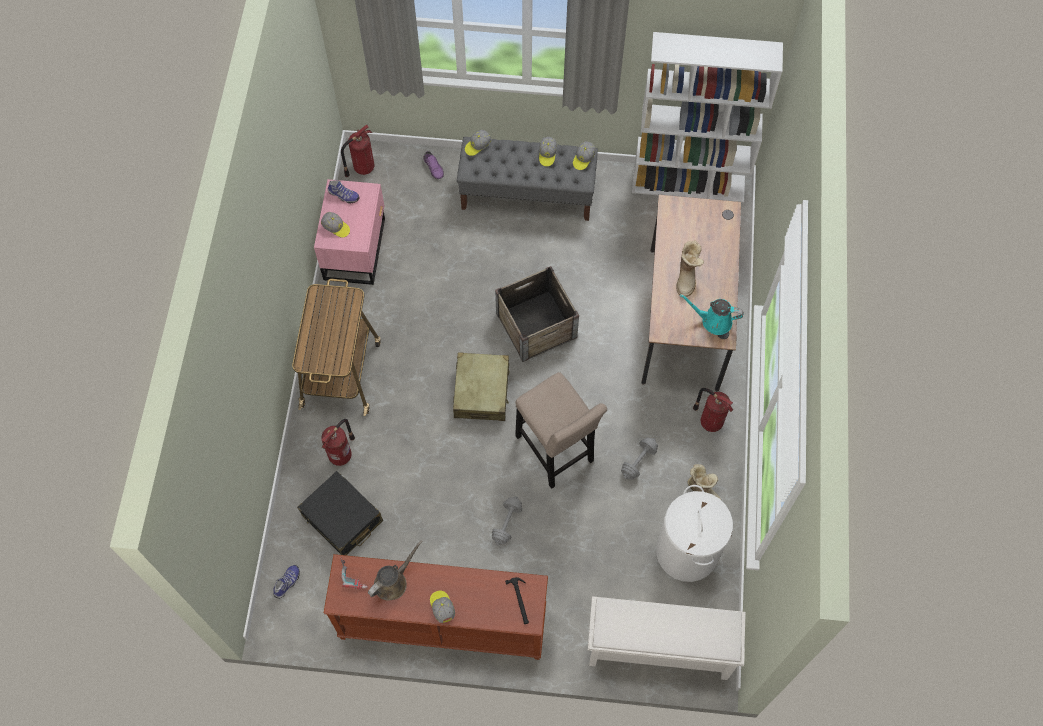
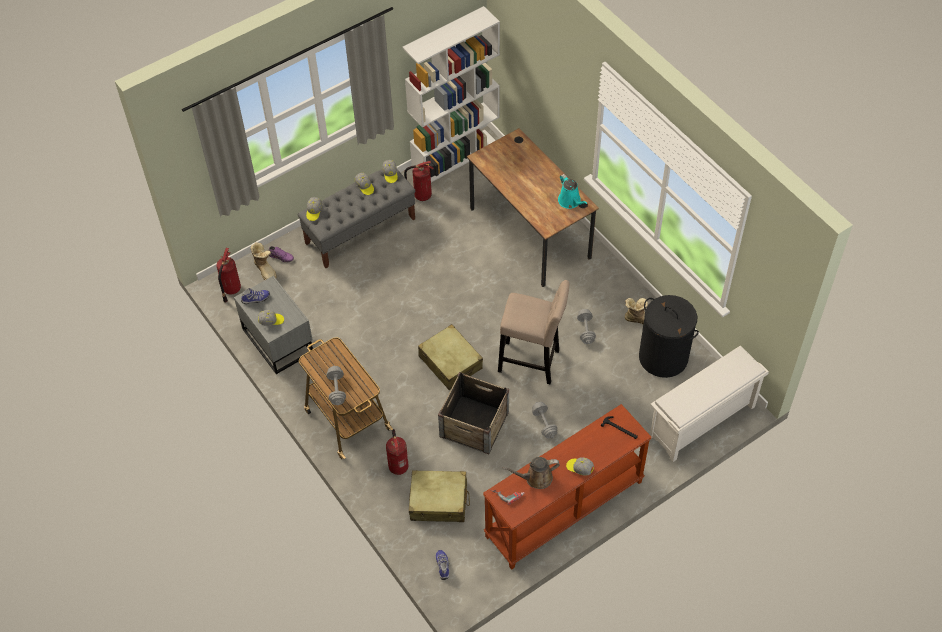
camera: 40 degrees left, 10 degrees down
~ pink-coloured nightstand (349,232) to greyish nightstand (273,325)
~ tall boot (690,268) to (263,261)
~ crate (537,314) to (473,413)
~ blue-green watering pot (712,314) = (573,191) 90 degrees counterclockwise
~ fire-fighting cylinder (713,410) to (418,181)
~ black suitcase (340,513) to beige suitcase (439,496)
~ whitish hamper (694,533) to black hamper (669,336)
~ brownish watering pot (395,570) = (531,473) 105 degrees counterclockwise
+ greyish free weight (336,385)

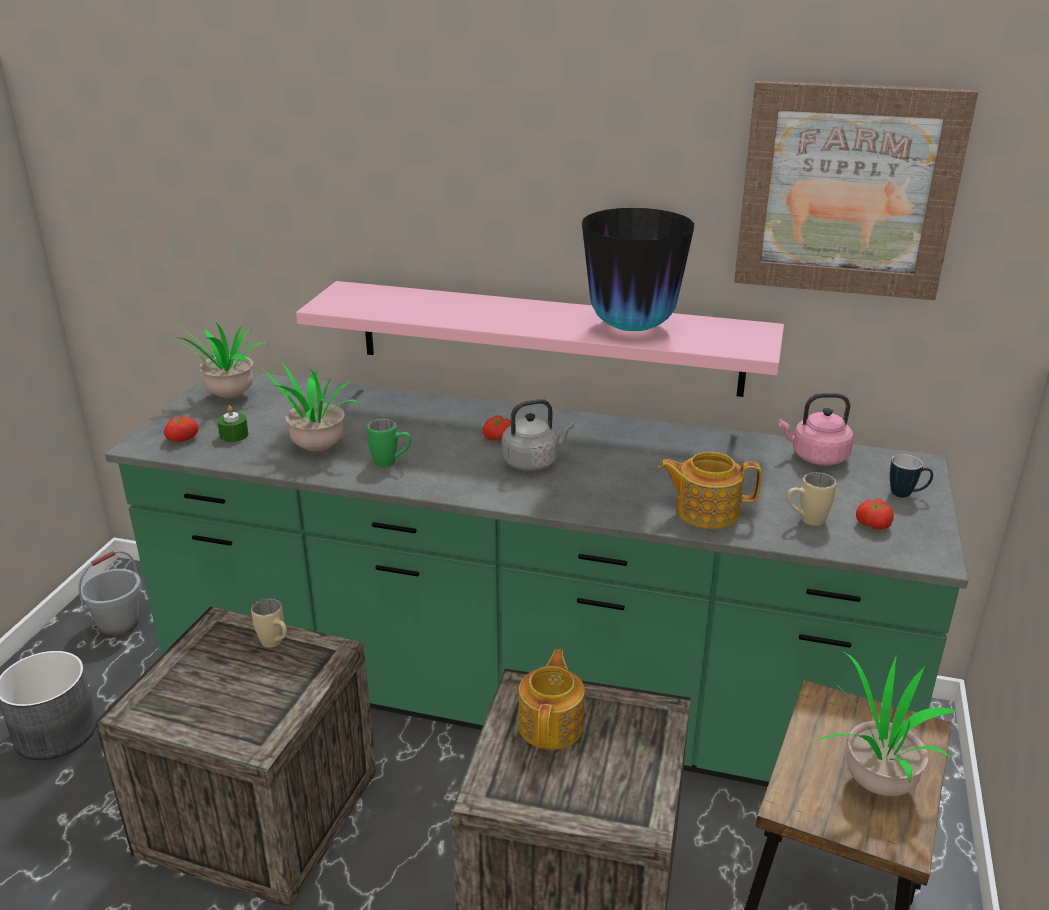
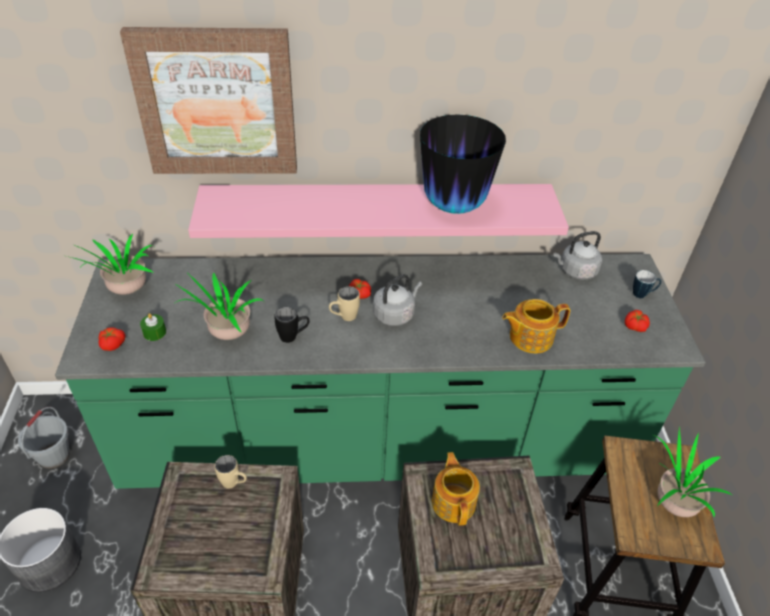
camera: 20 degrees left, 15 degrees up
~ wall art (856,190) to (208,100)
~ pink-coloured water kettle (816,429) to greyish water kettle (578,255)
~ greenish coffee mug (389,443) to black coffee mug (292,325)
~ beige coffee mug (811,499) to (344,303)

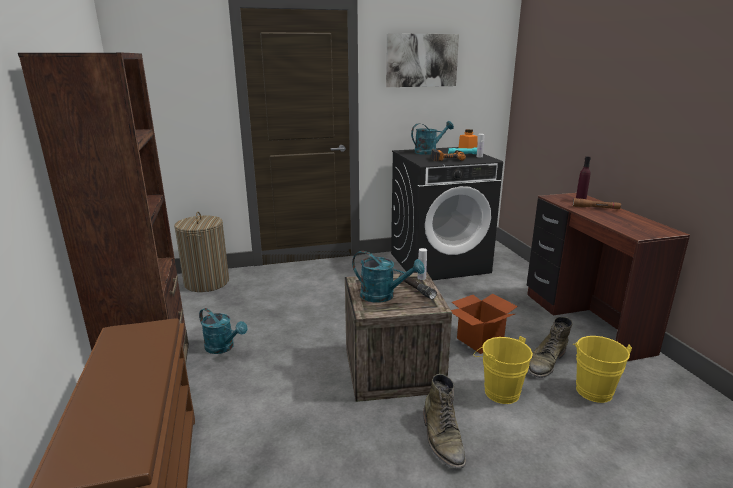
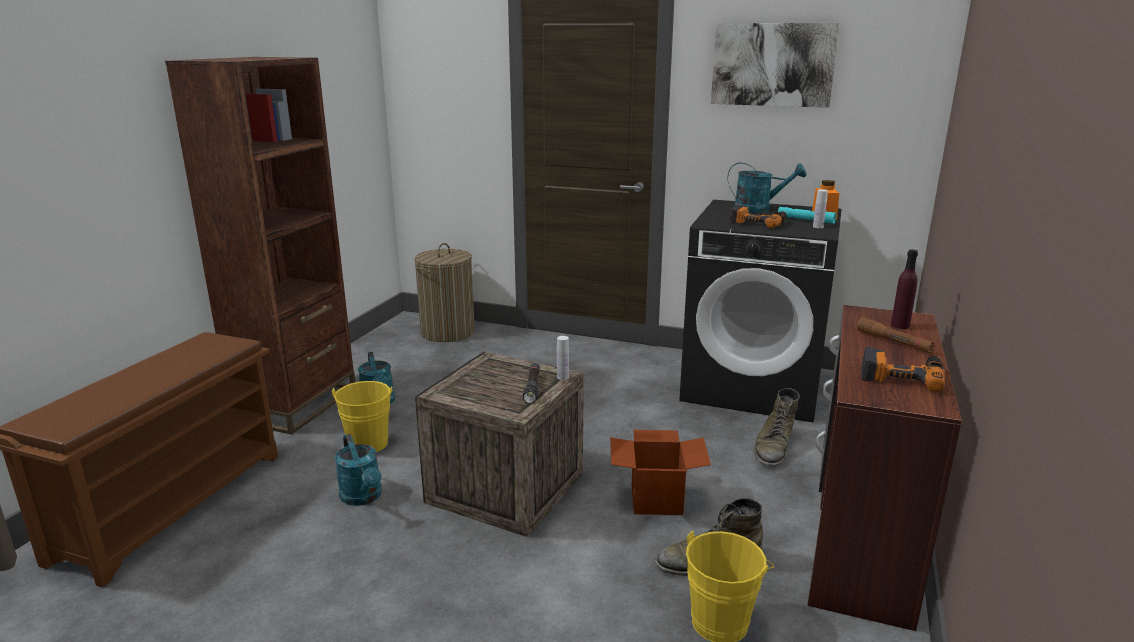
camera: 35 degrees right, 0 degrees up
~ blue-green watering pot (388,277) to (358,470)
~ yellow-coloured water bucket (503,370) to (362,416)
~ greenish tall boot (444,421) to (776,427)
+ electric drill (903,369)

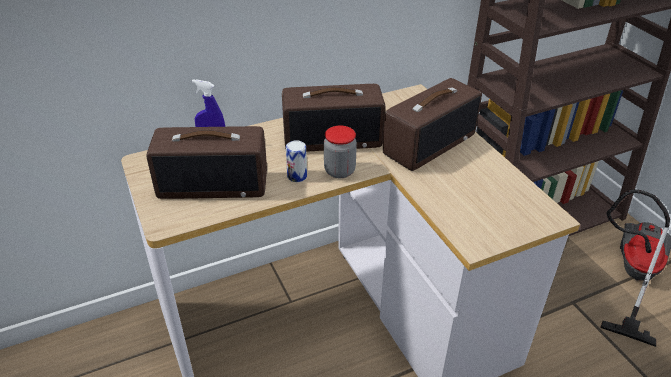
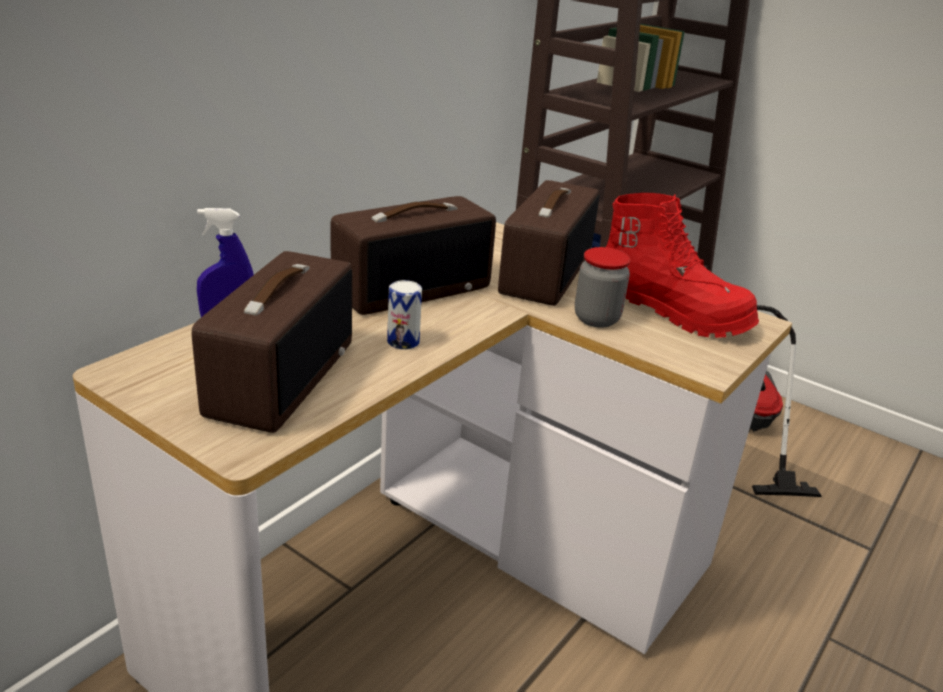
camera: 30 degrees left, 10 degrees down
~ radio receiver (207,162) = (272,342) 45 degrees counterclockwise
~ jar (340,152) to (603,287)
+ red-coloured tall boot (682,265)

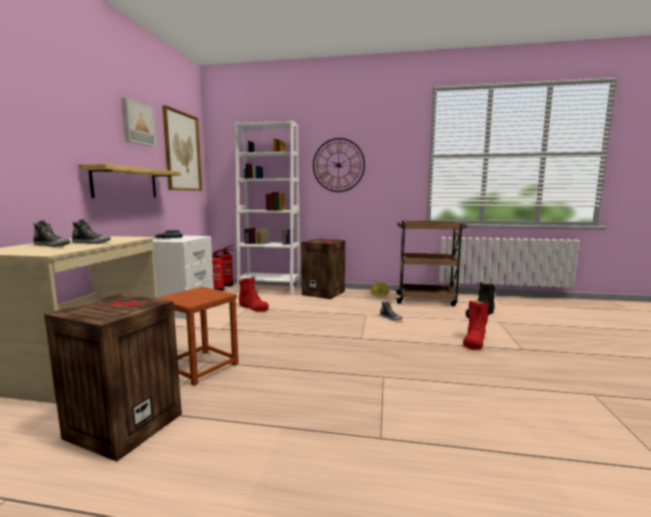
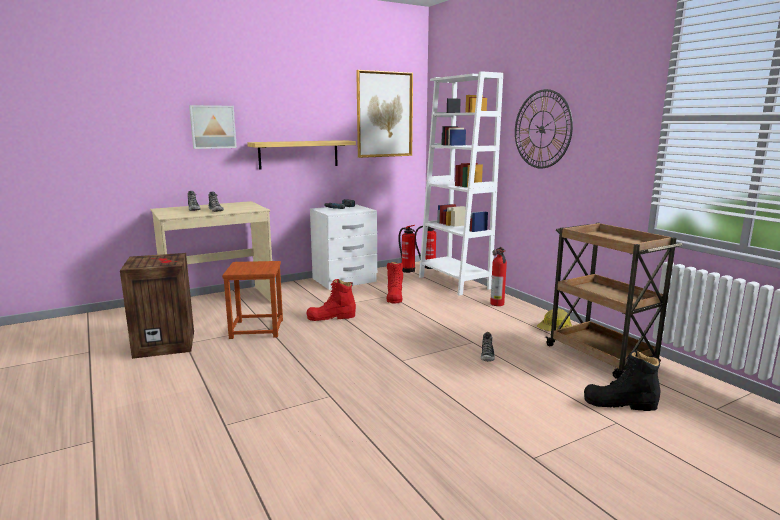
camera: 50 degrees right, 5 degrees up
~ wall art (138,122) to (213,127)
~ crate (323,269) to fire-fighting cylinder (498,276)
~ red-coloured tall boot (475,325) to (331,300)

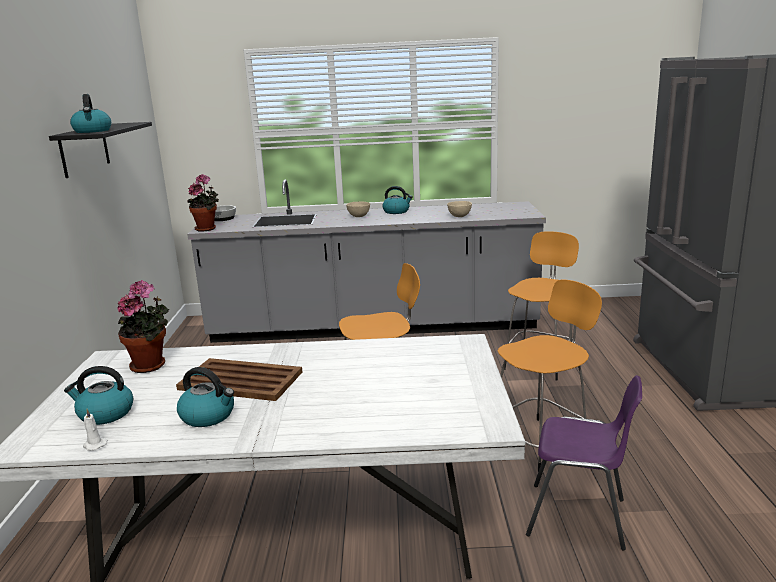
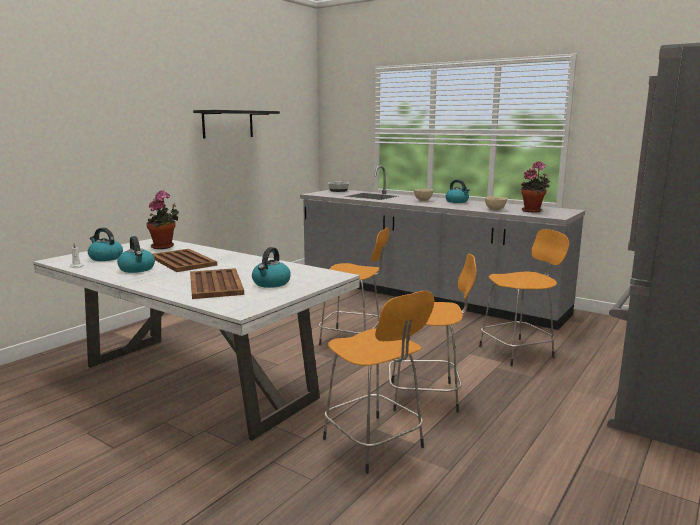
camera: 35 degrees right, 5 degrees down
~ water kettle (90,113) to (271,267)
~ houseplant (203,203) to (535,187)
~ purple-coloured upright chair (584,462) to orange-coloured stool seat (378,382)
+ brownish tray (217,283)

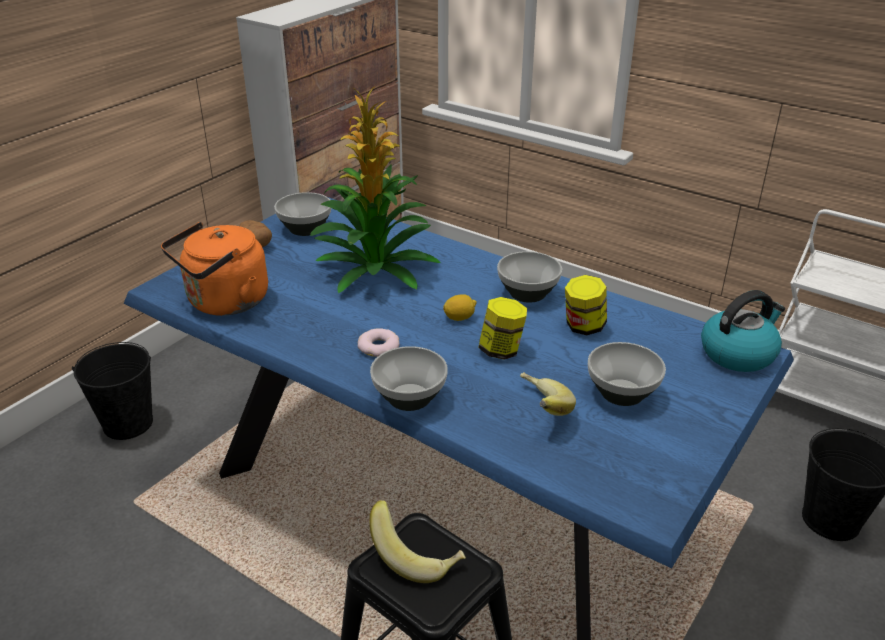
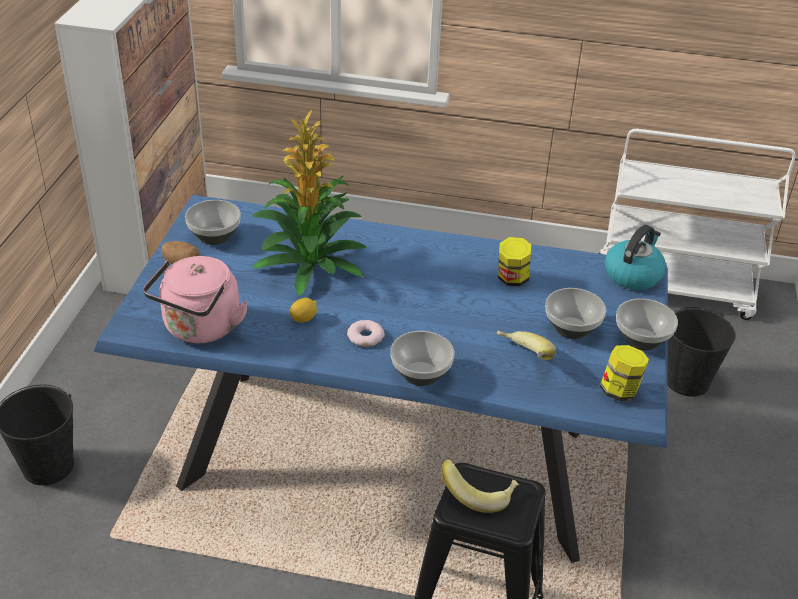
camera: 25 degrees left, 5 degrees up
~ orange-coloured water kettle (214,269) to pink-coloured water kettle (195,299)
~ serving bowl (529,277) to (647,324)
~ citrus fruit (460,307) to (303,310)
~ jar (503,328) to (624,373)

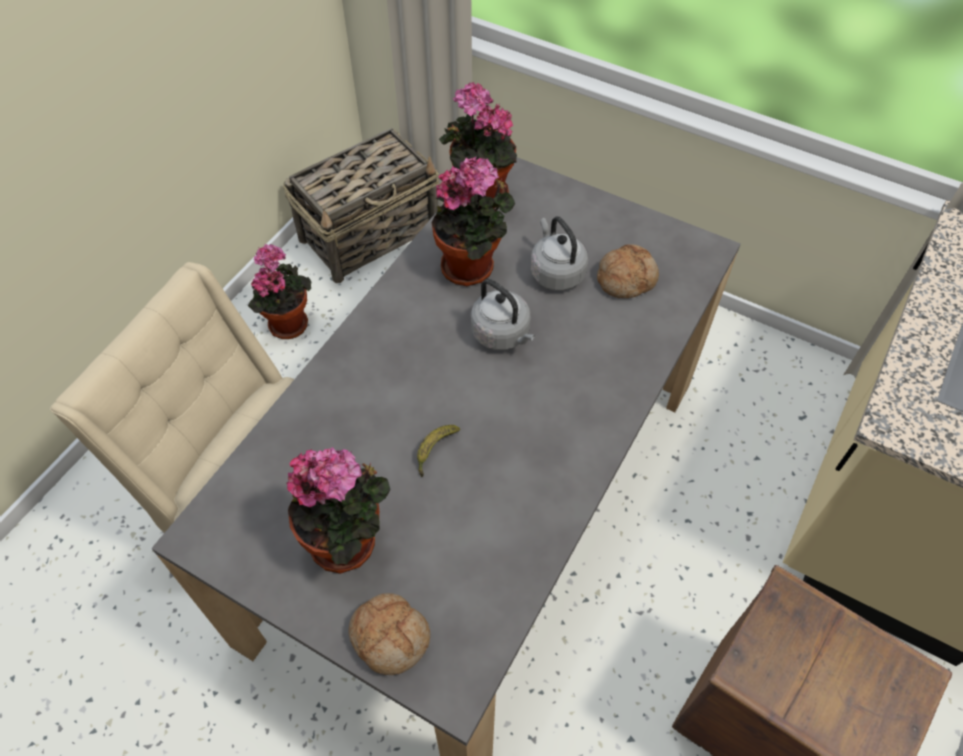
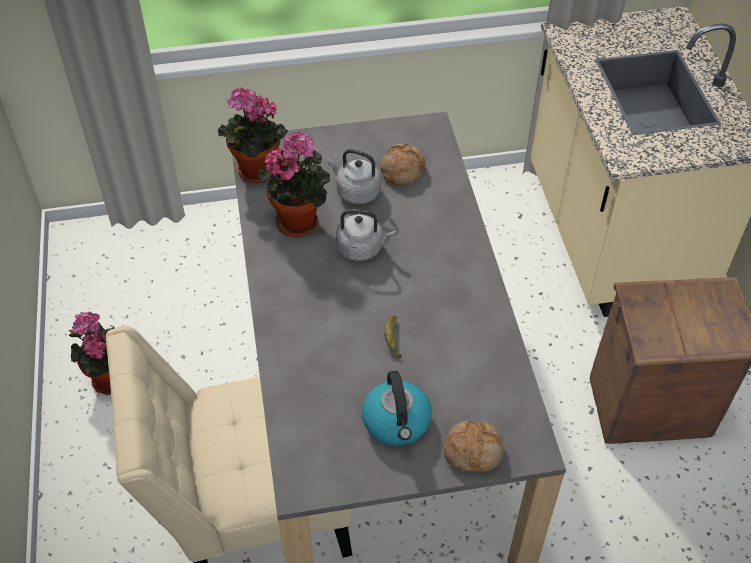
camera: 40 degrees left, 5 degrees down
- household basket (361,205)
~ houseplant (339,510) to water kettle (397,408)

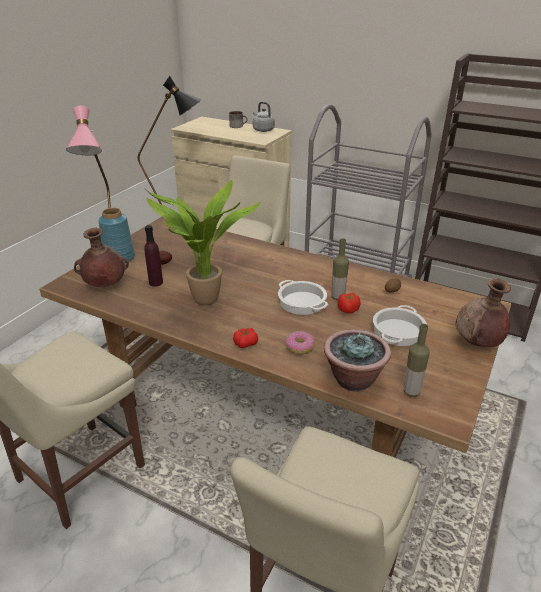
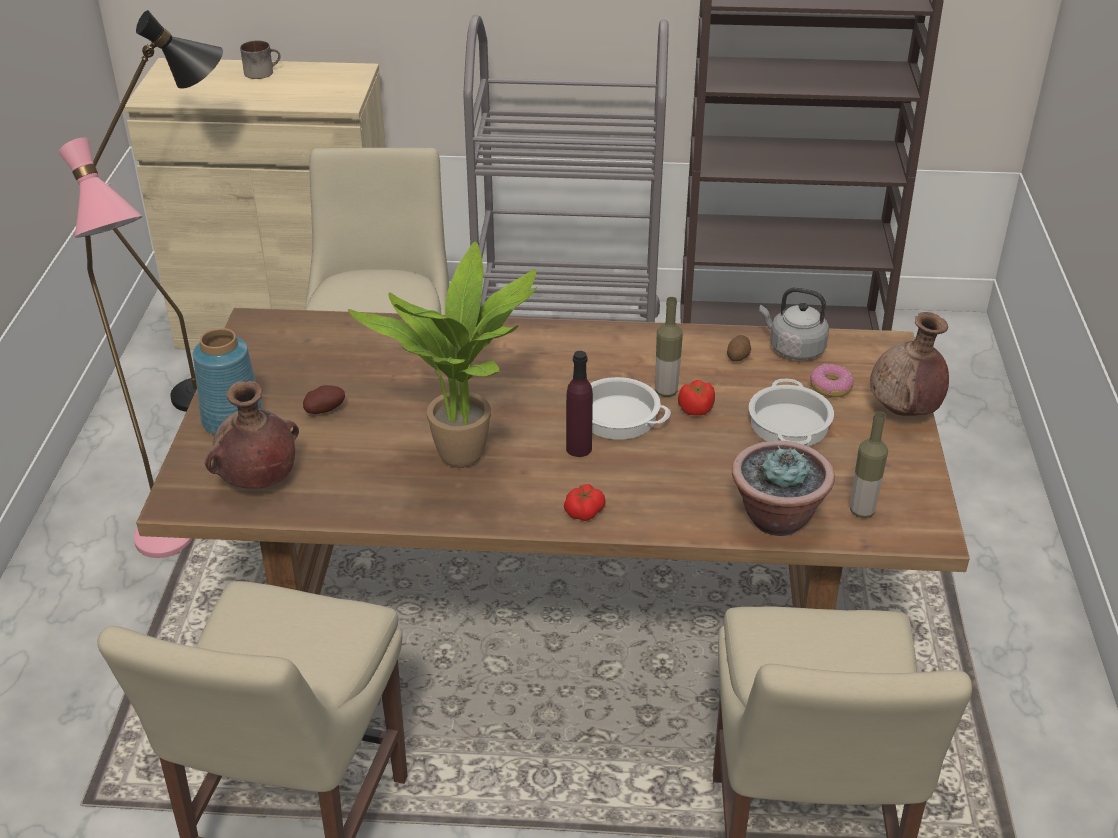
camera: 25 degrees left, 5 degrees up
~ greyish water kettle (264,117) to (794,323)
~ purple-coloured beverage bottle (153,255) to (579,404)
~ ring doughnut (300,342) to (832,380)

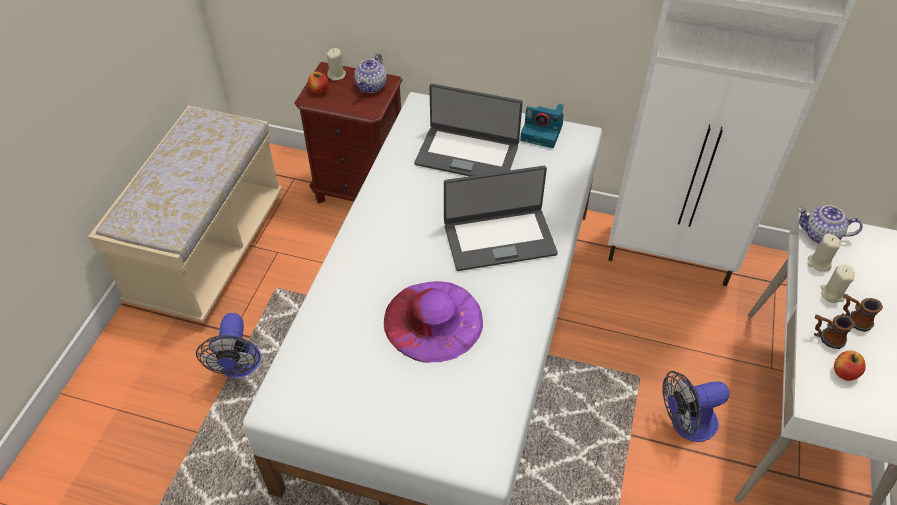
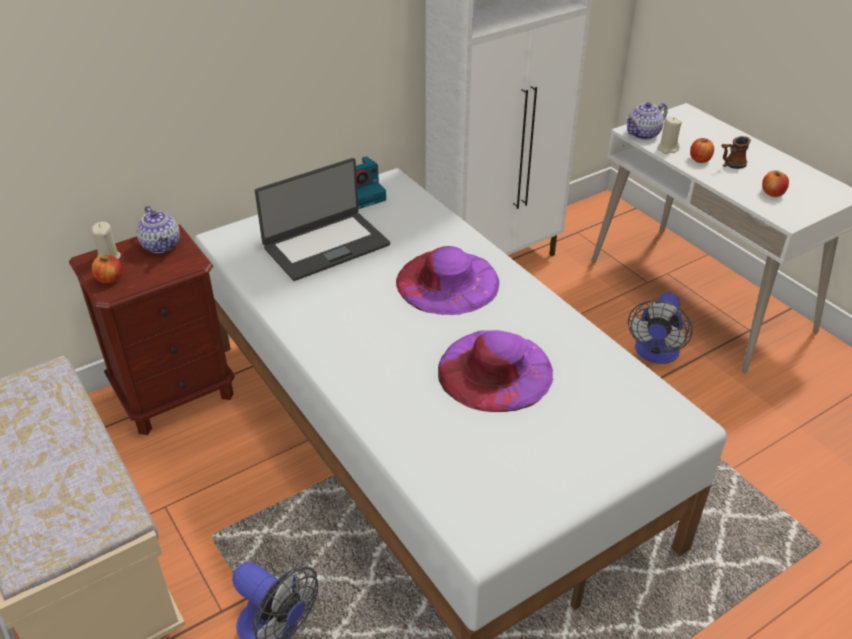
camera: 50 degrees left, 10 degrees down
~ laptop (501,218) to purple-coloured hat (447,280)
~ beige candle (837,284) to whole apple (702,150)
- coffee mug (834,332)

